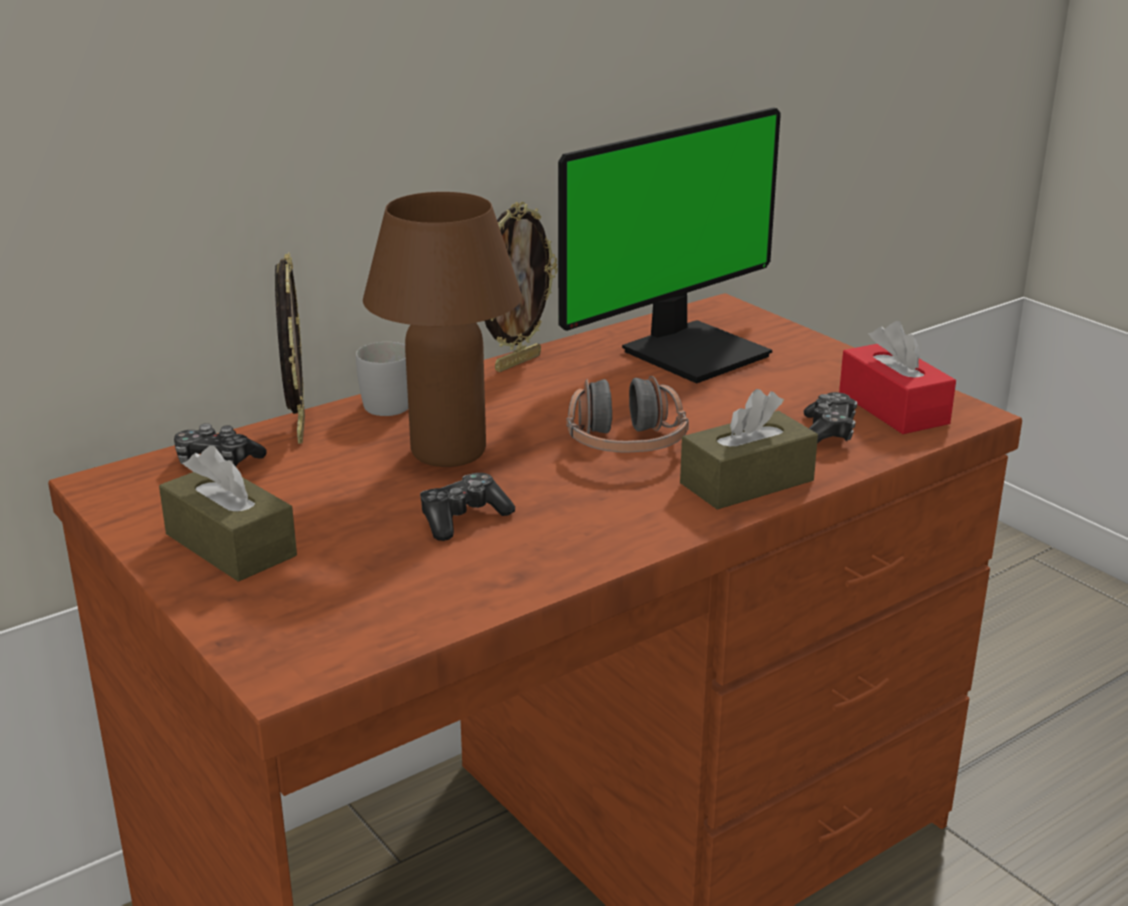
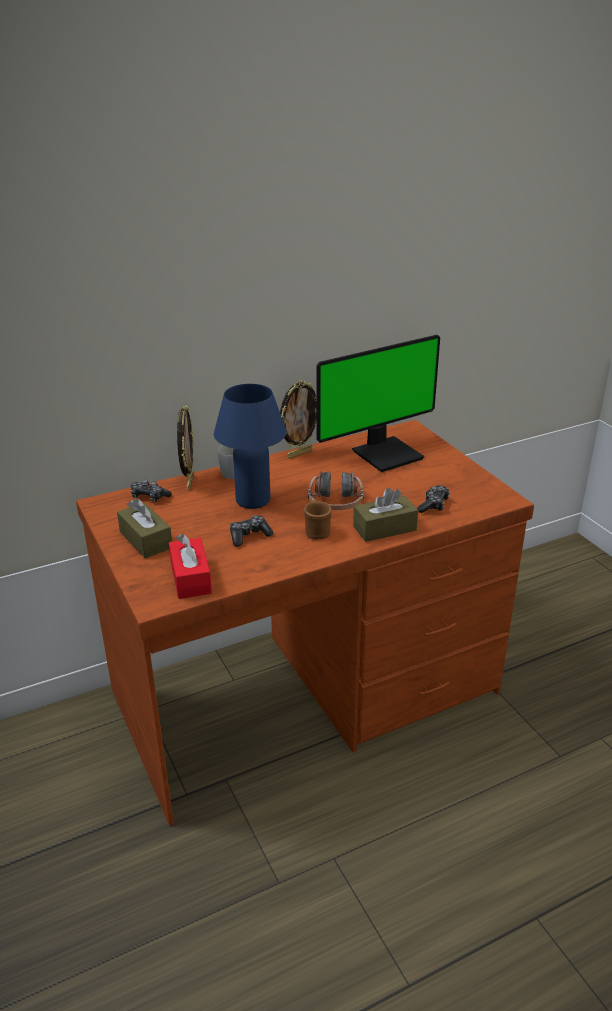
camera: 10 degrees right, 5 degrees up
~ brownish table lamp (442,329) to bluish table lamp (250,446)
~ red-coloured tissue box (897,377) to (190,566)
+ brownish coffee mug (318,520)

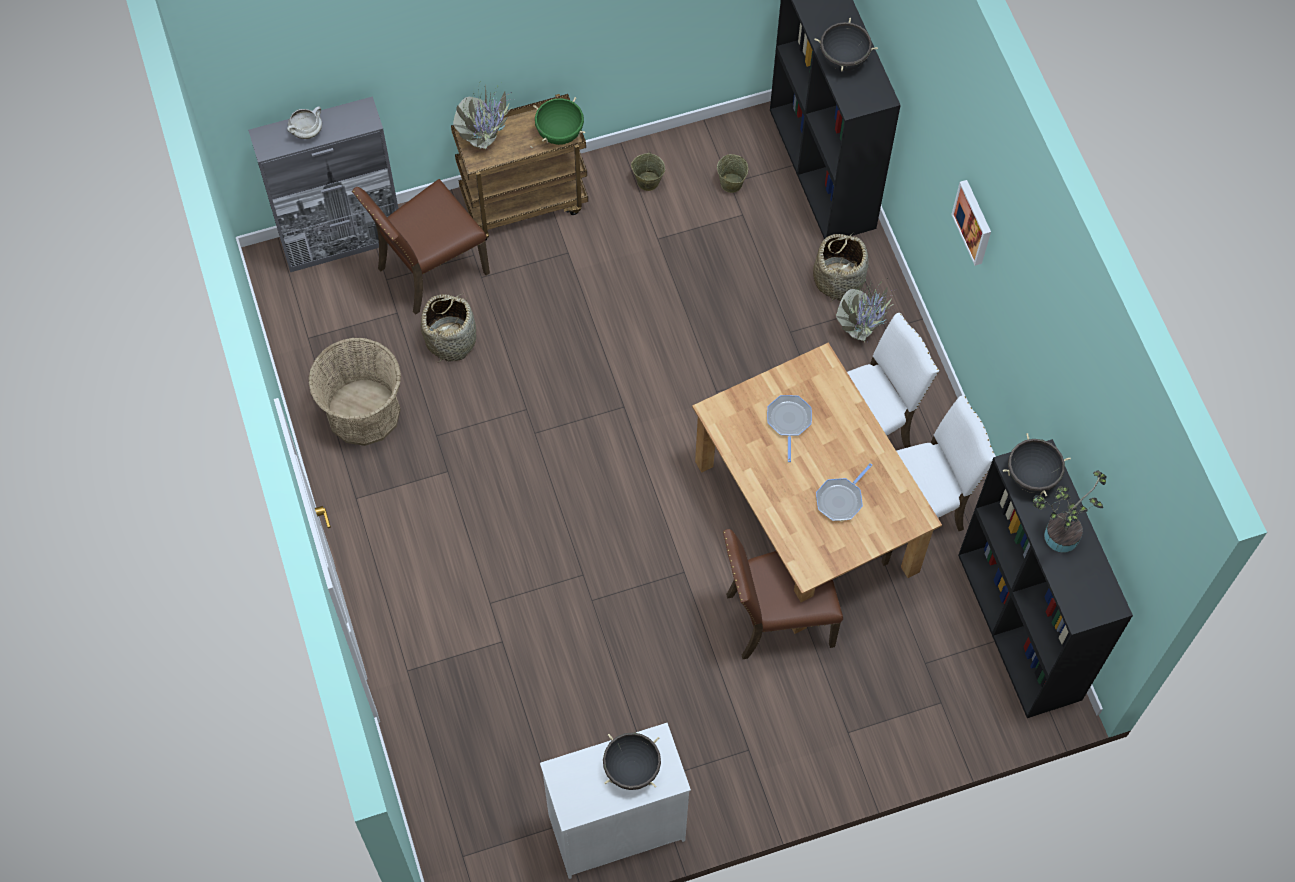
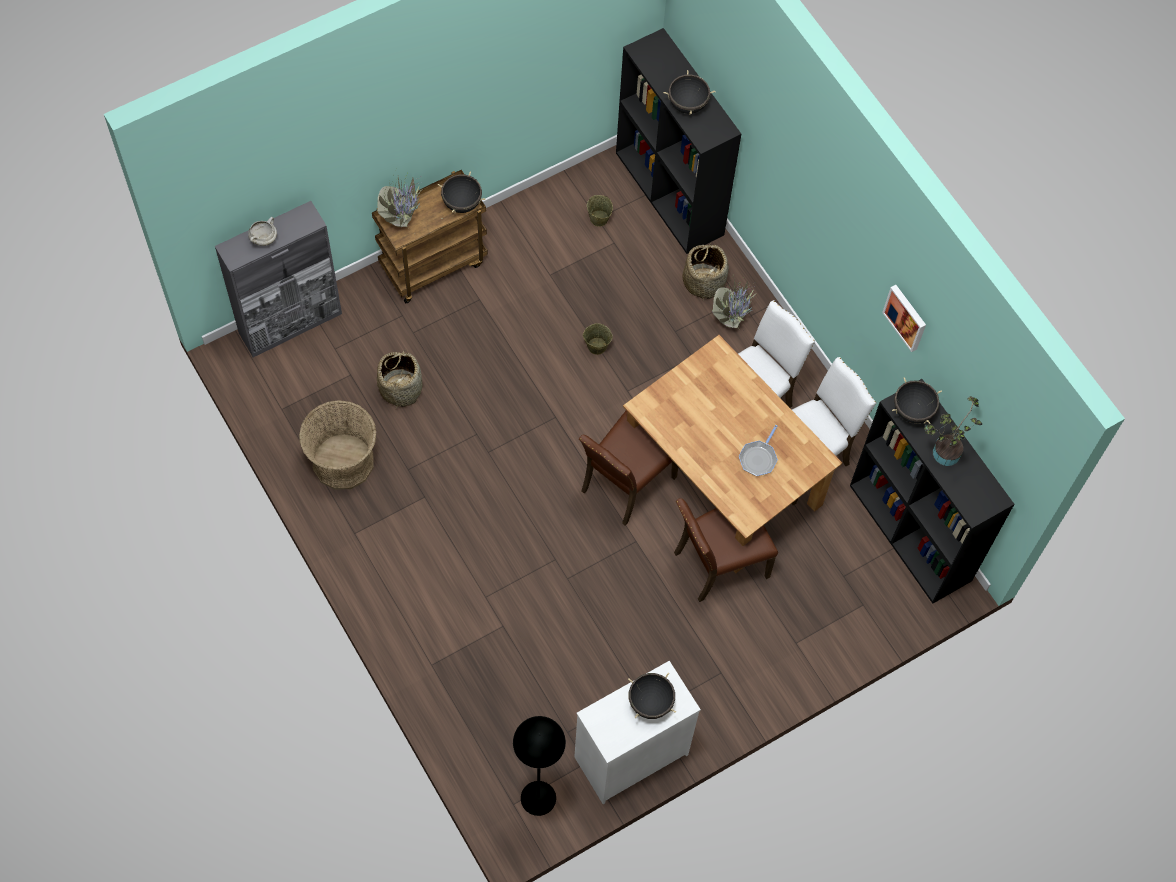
camera: 15 degrees left, 0 degrees up
~ greenish cooking pot (559,121) to black cooking pot (461,192)
~ beige water bucket (648,171) to (598,339)
~ brownish upright chair (421,247) to (628,468)
~ wall art (971,223) to (904,318)
- frying pan (789,428)
+ black standing lamp (539,766)

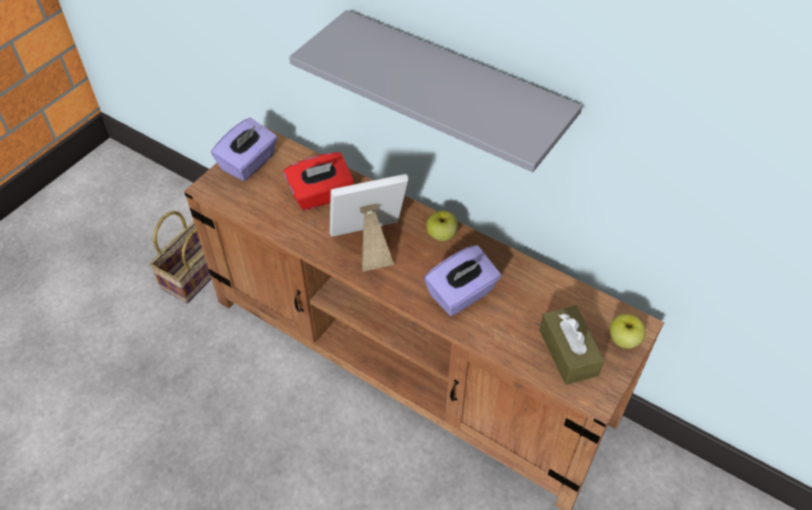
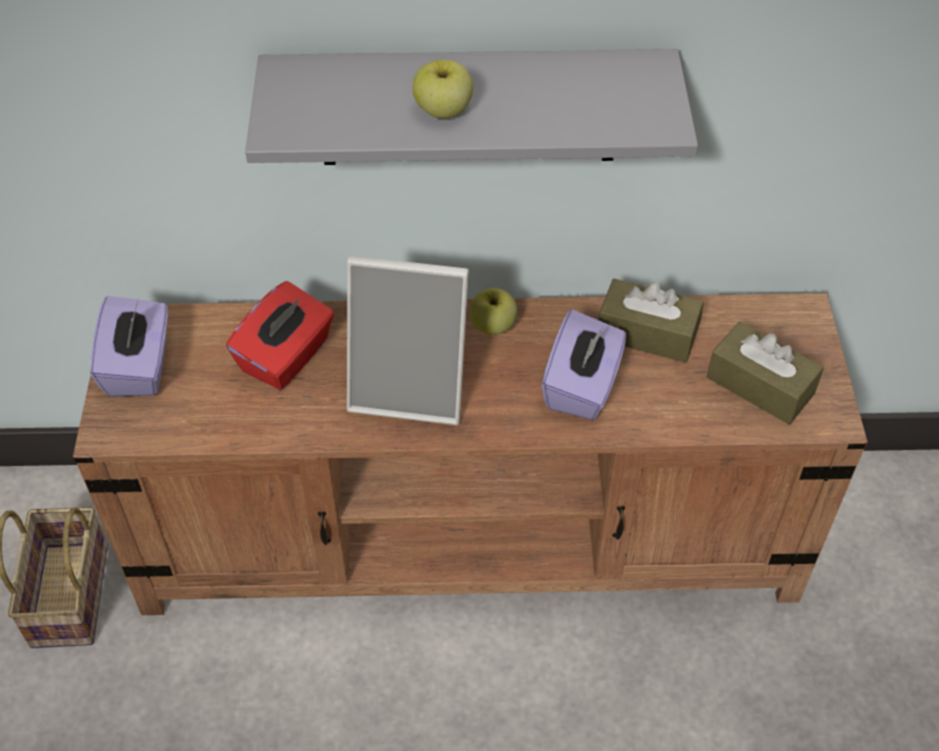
camera: 35 degrees left, 0 degrees up
~ standing frame (369,223) = (408,340) 120 degrees counterclockwise
~ whole apple (627,331) to (443,89)
+ brownish tissue box (651,321)

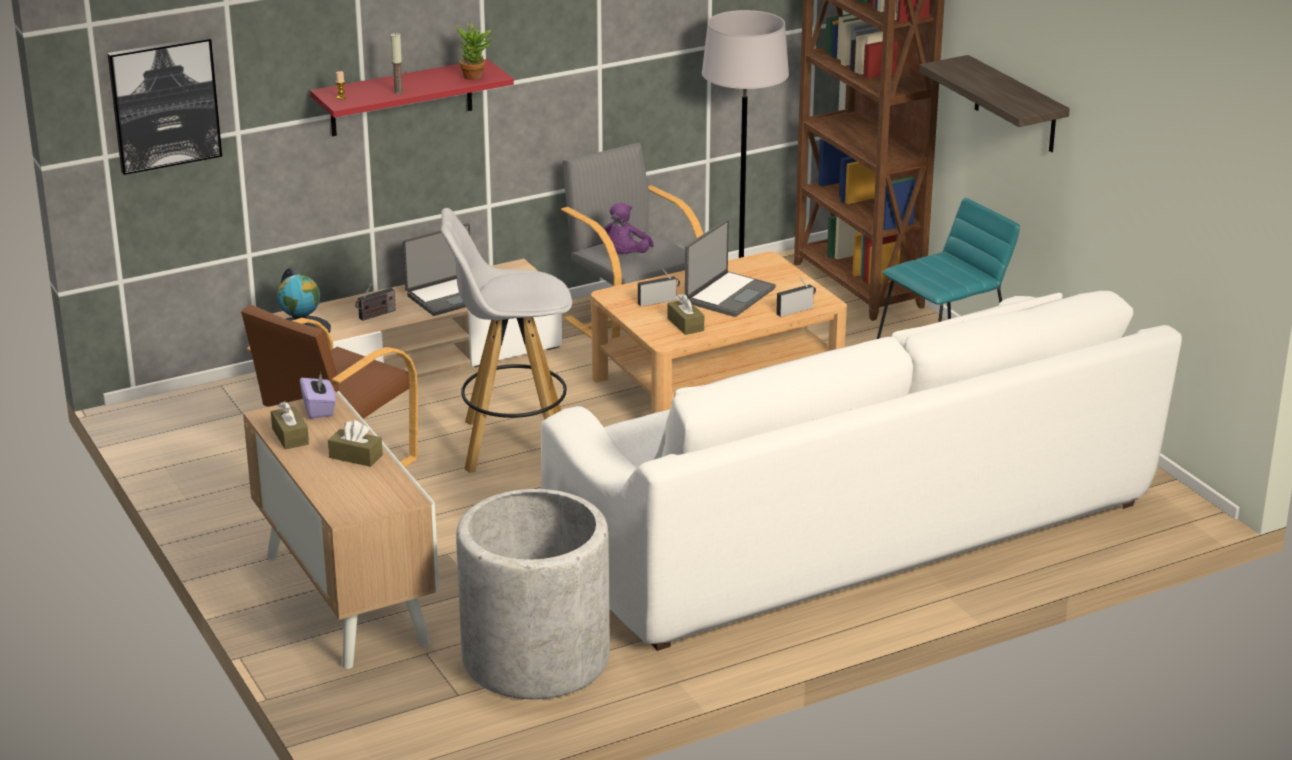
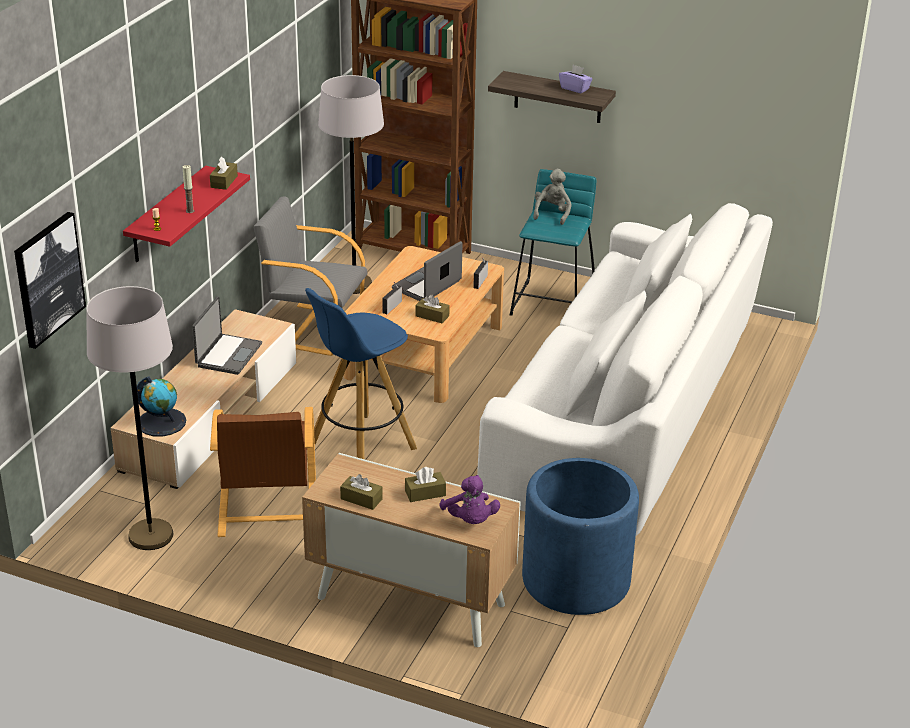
camera: 40 degrees left, 5 degrees up
~ houseplant (476,51) to brownish tissue box (224,173)
~ purple-coloured soft toy (629,228) to (469,499)
~ whitish stool seat (506,340) to bluish stool seat (361,373)
~ laptop (730,268) = (427,271) 135 degrees counterclockwise
- radio receiver (375,302)
~ purple-coloured tissue box (318,396) to (576,79)
~ greyish flower pot (533,594) to bluish flower pot (580,536)
+ greyish soft toy (552,197)
+ greyish standing lamp (129,418)

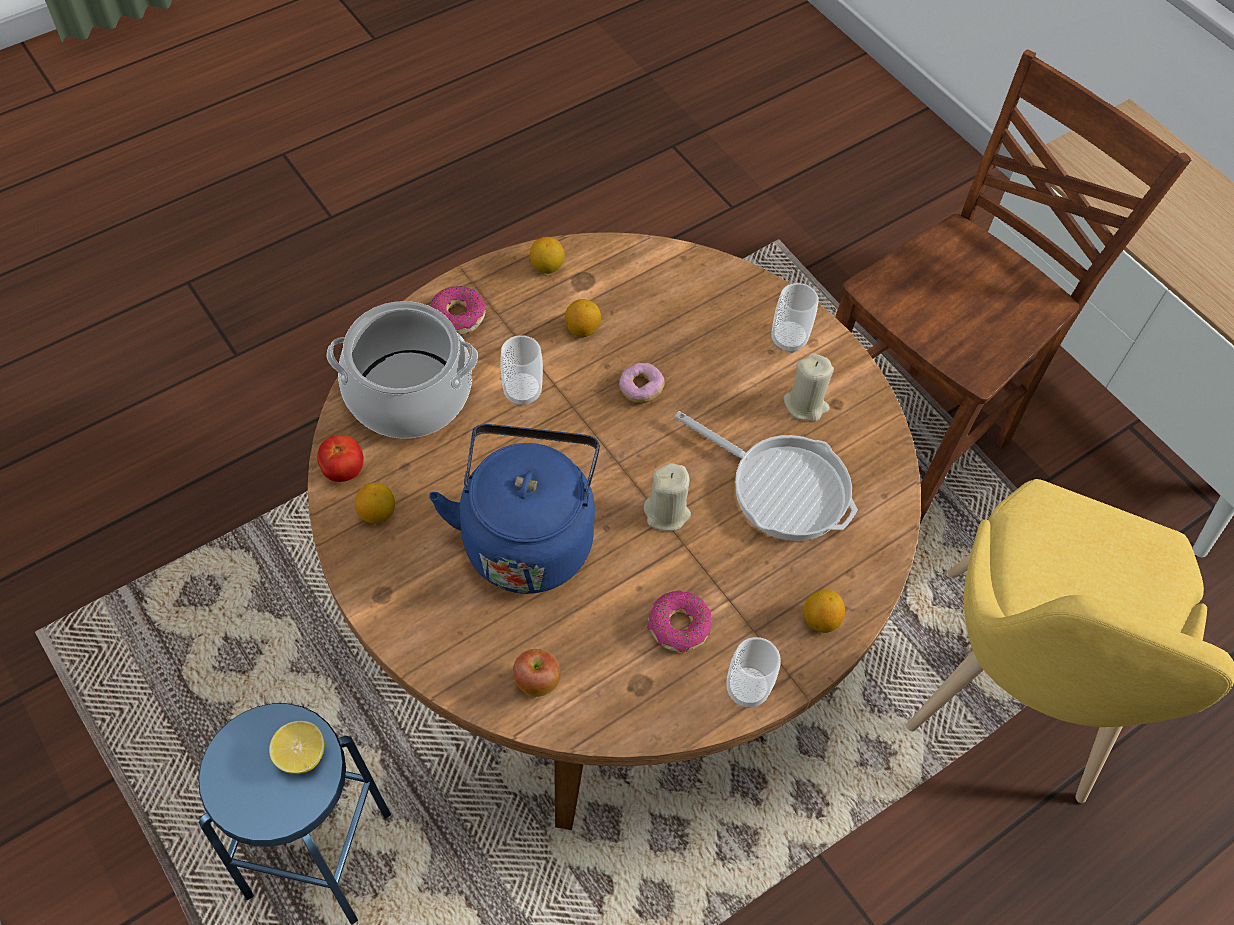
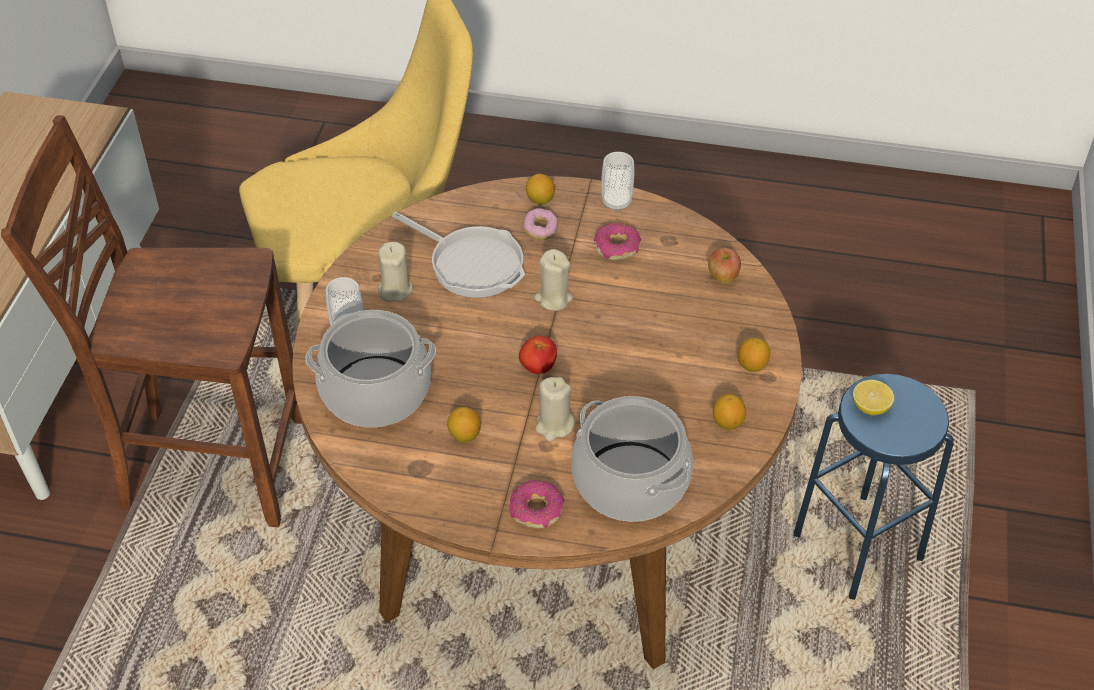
camera: 130 degrees left, 10 degrees down
~ citrus fruit (547,255) to (754,355)
~ small cup (521,370) to beige candle (555,409)
~ ring doughnut (642,383) to (540,224)
~ frying pan (766,476) = (458,255) 135 degrees clockwise
- bluish water kettle (514,509)
~ fresh tomato (340,458) to (538,355)
+ cooking pot (370,369)

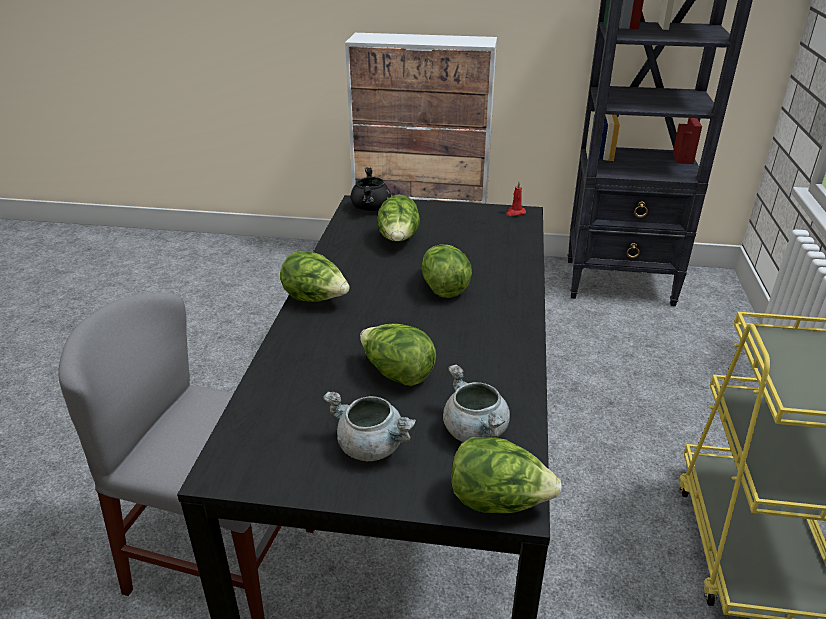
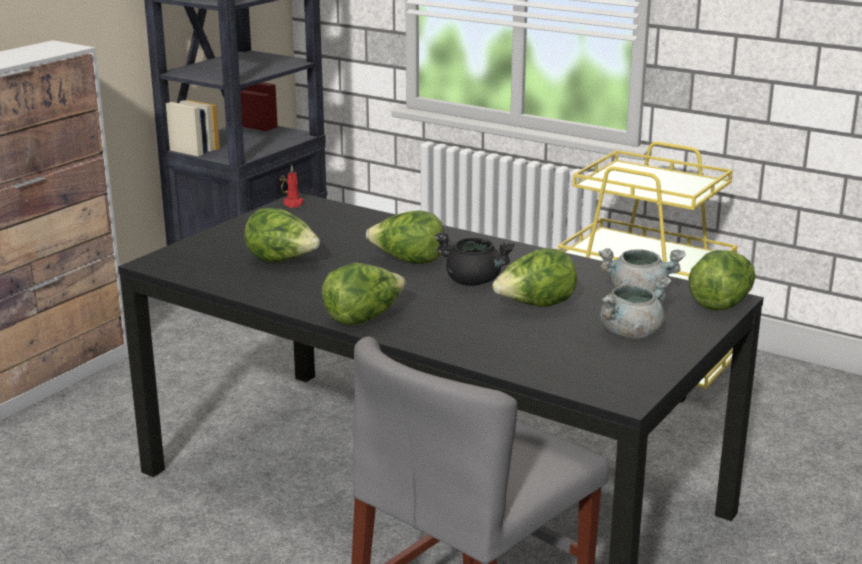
camera: 65 degrees left, 10 degrees down
~ black cooking pot (371,189) to (474,259)

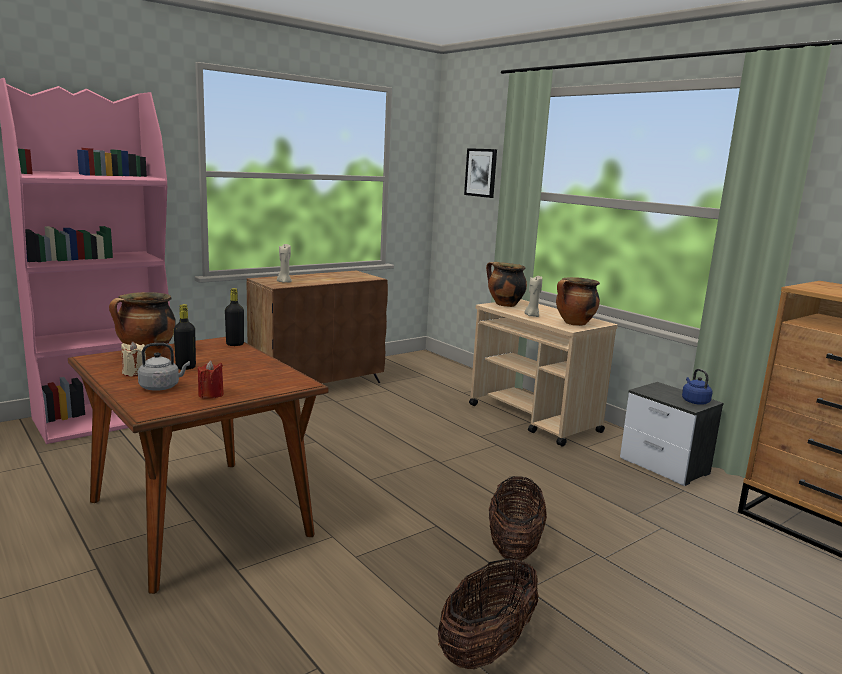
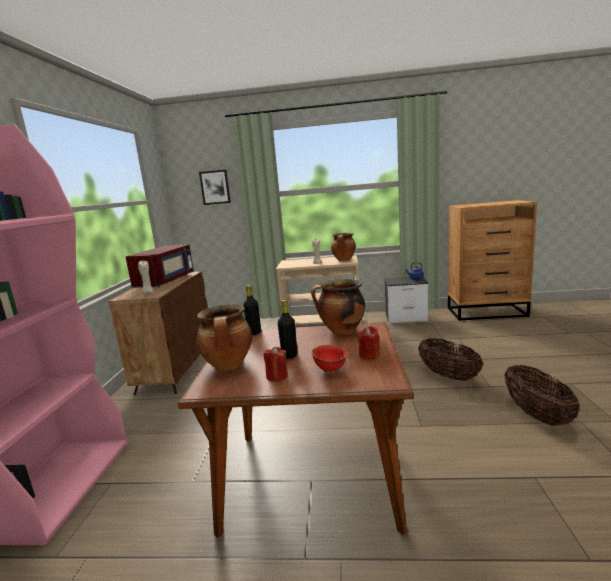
camera: 45 degrees left, 0 degrees up
~ cooking pot (506,284) to (338,307)
~ beige candle (133,358) to red-coloured candle (276,364)
~ greyish water kettle (164,367) to red-coloured serving bowl (330,359)
+ red-coloured microwave (160,266)

